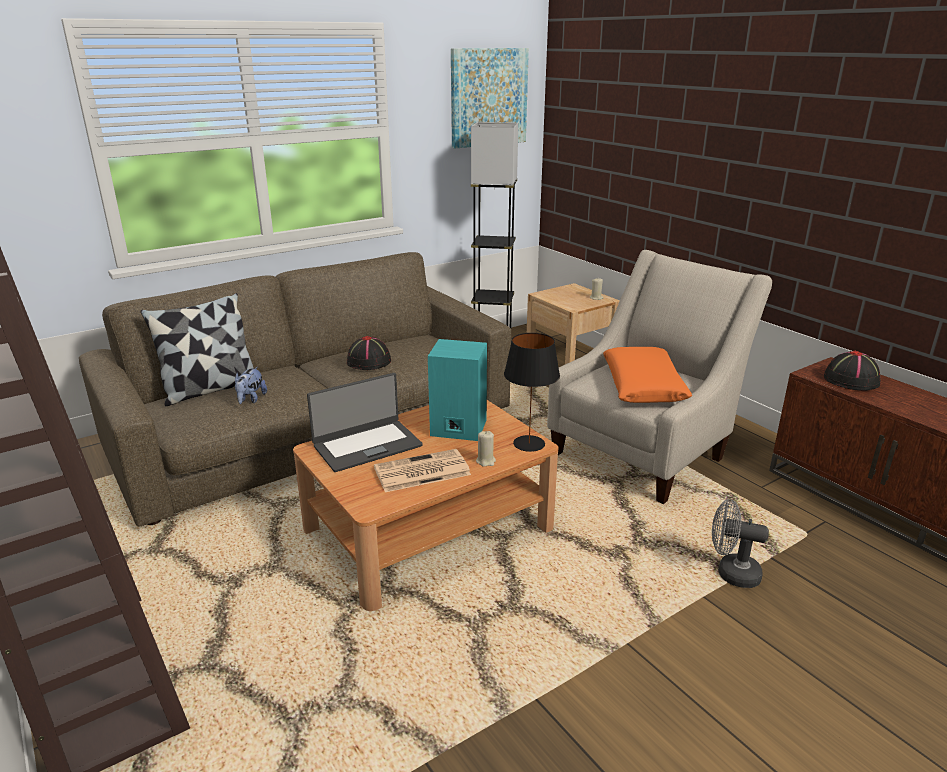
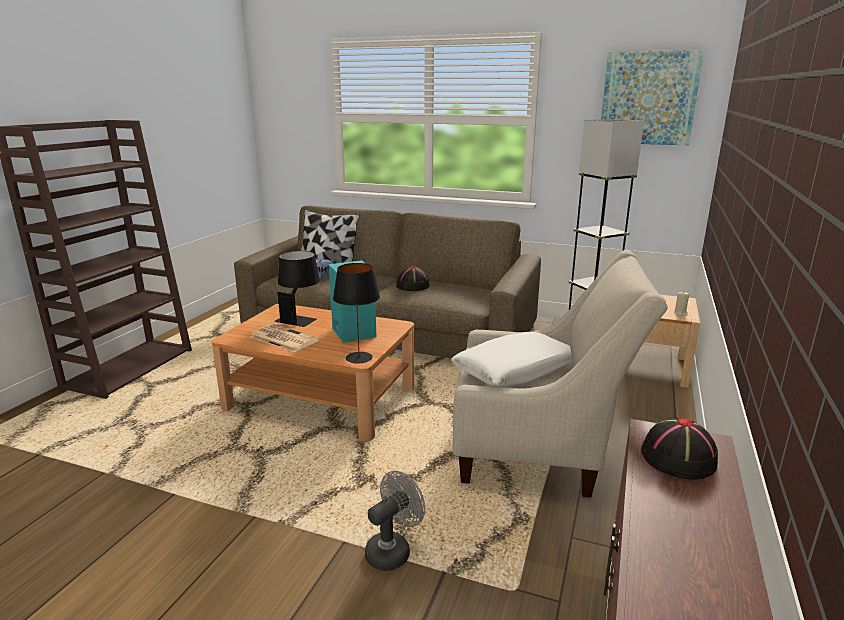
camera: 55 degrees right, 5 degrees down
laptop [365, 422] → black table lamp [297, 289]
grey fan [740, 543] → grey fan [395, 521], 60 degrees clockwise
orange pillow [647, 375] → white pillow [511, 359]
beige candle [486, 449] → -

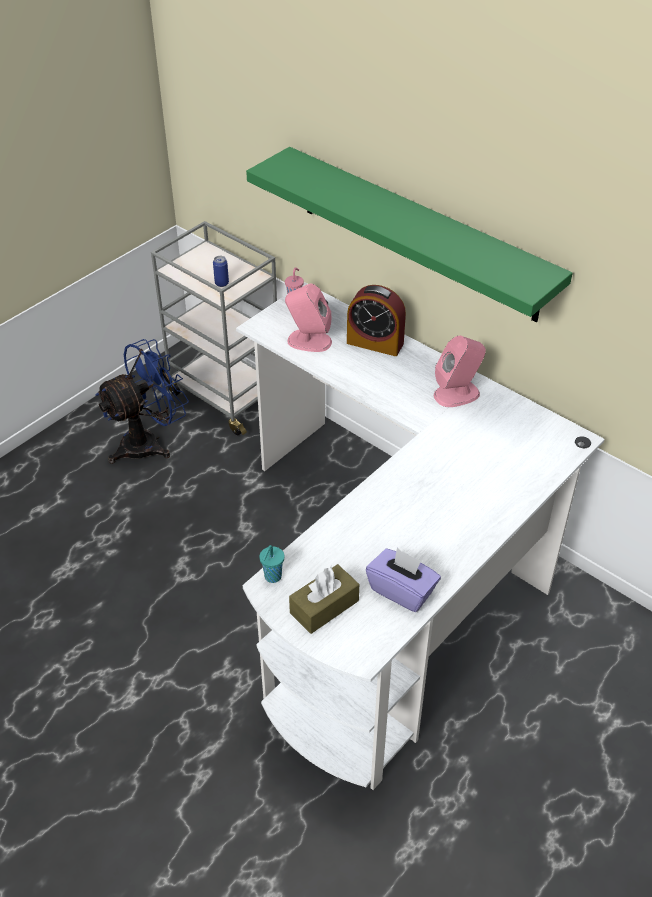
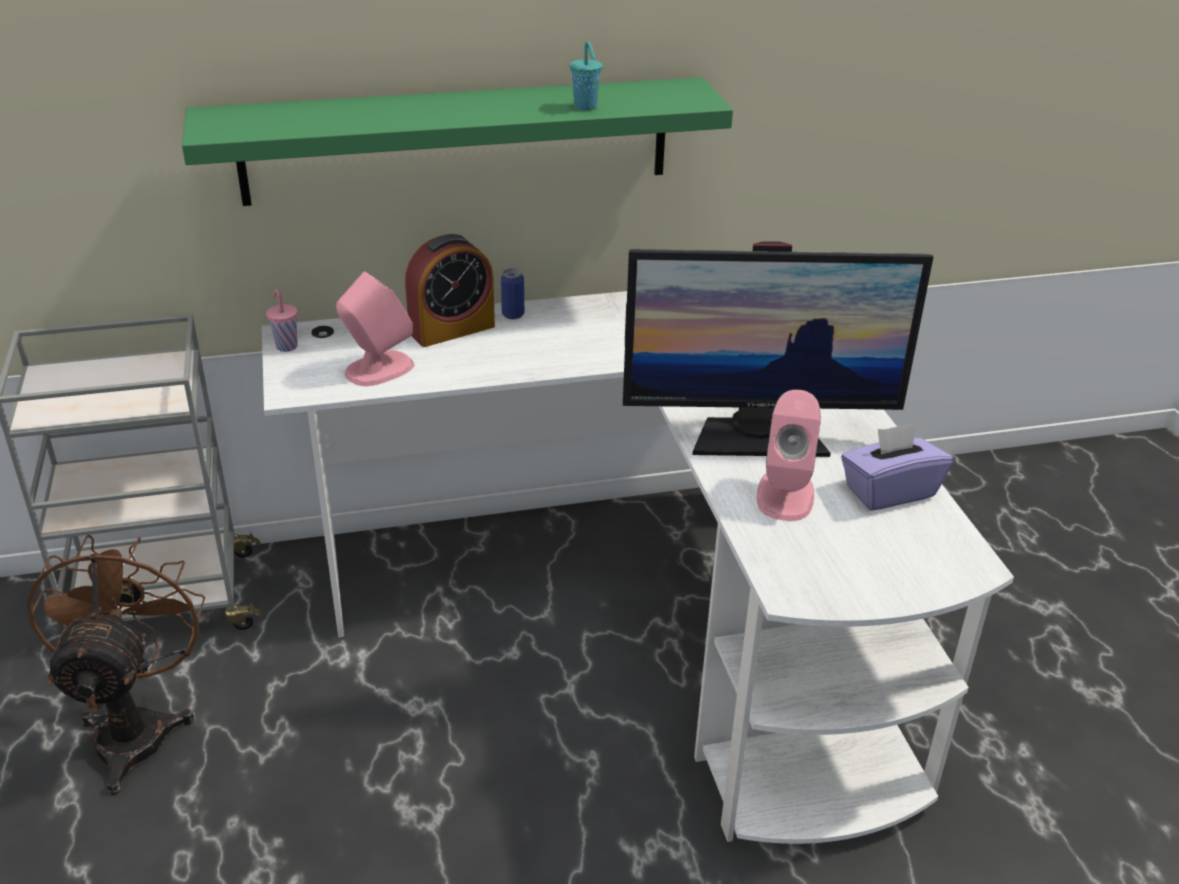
camera: 55 degrees left, 10 degrees down
blue fan [142, 401] → brown fan [116, 665]
can [221, 271] → can [512, 293], moved
turquoise cup [271, 564] → turquoise cup [586, 75], moved
- → monitor [778, 349]
pink speaker [460, 371] → pink speaker [789, 455], moved
brown tissue box [324, 599] → -

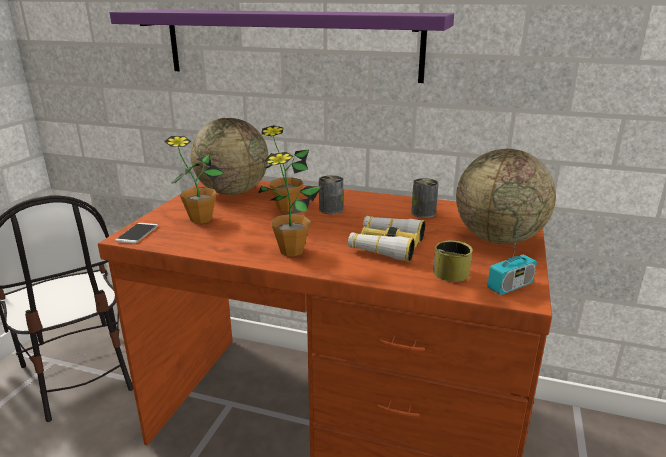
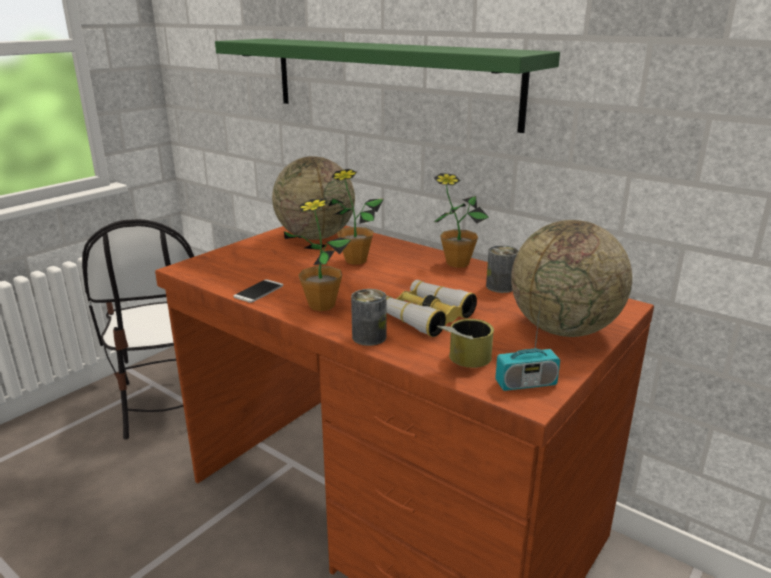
camera: 20 degrees right, 0 degrees up
purple shelf [281, 46] → green shelf [387, 86]
phone [136, 233] → phone [258, 291], moved
can [331, 194] → can [368, 317], moved
potted plant [193, 180] → potted plant [461, 220], moved

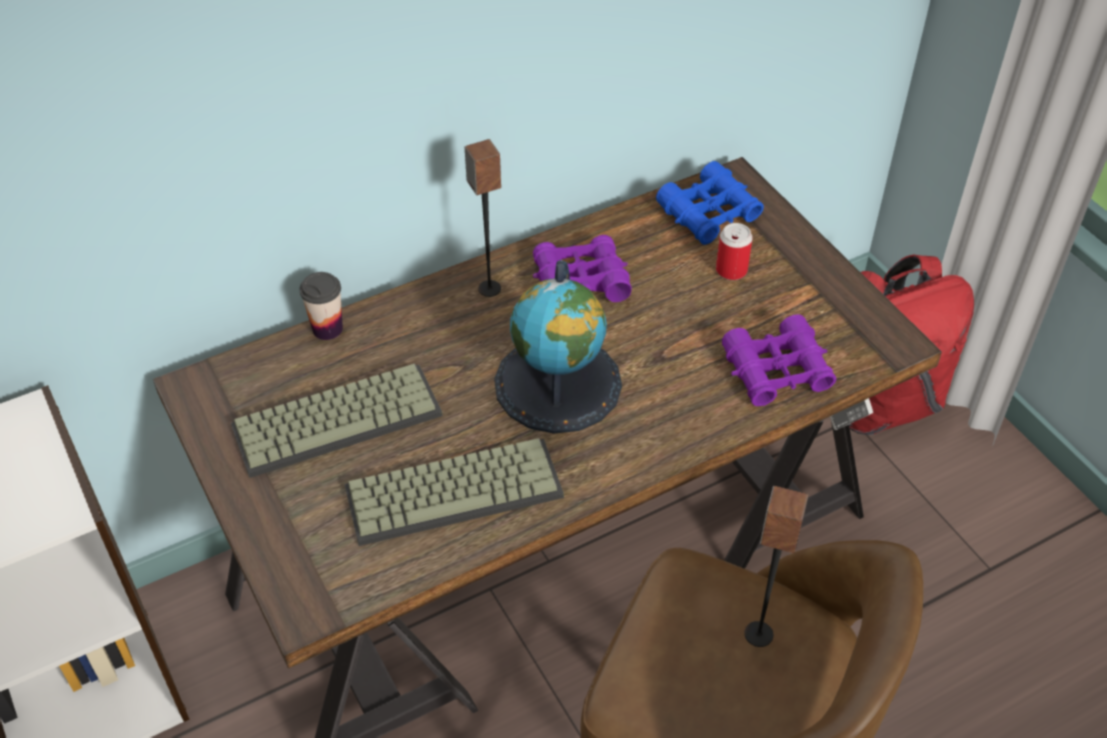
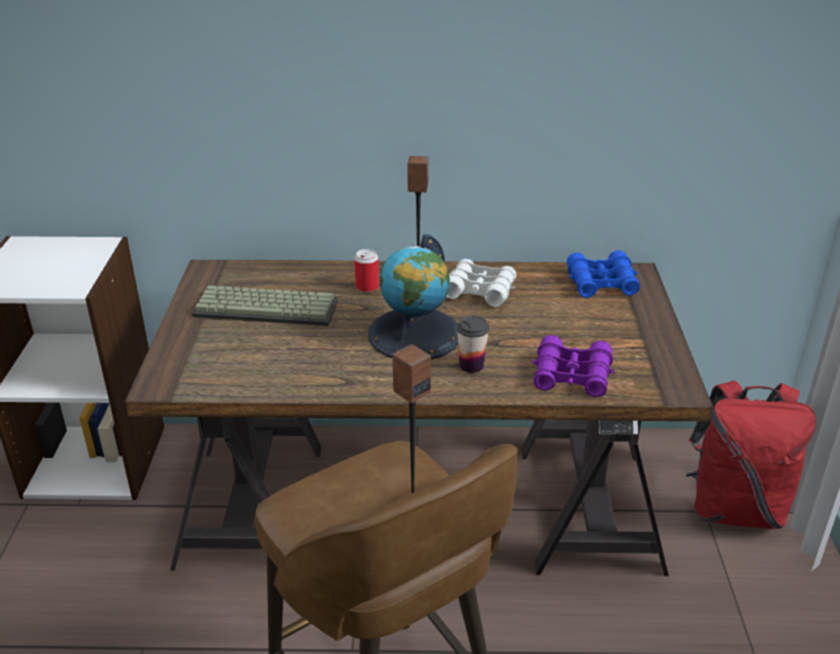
camera: 30 degrees right, 15 degrees down
can [734, 251] → can [366, 270], moved
purple binoculars [582, 268] → white binoculars [481, 283]
cup [321, 306] → cup [473, 344], moved
keyboard [454, 492] → -

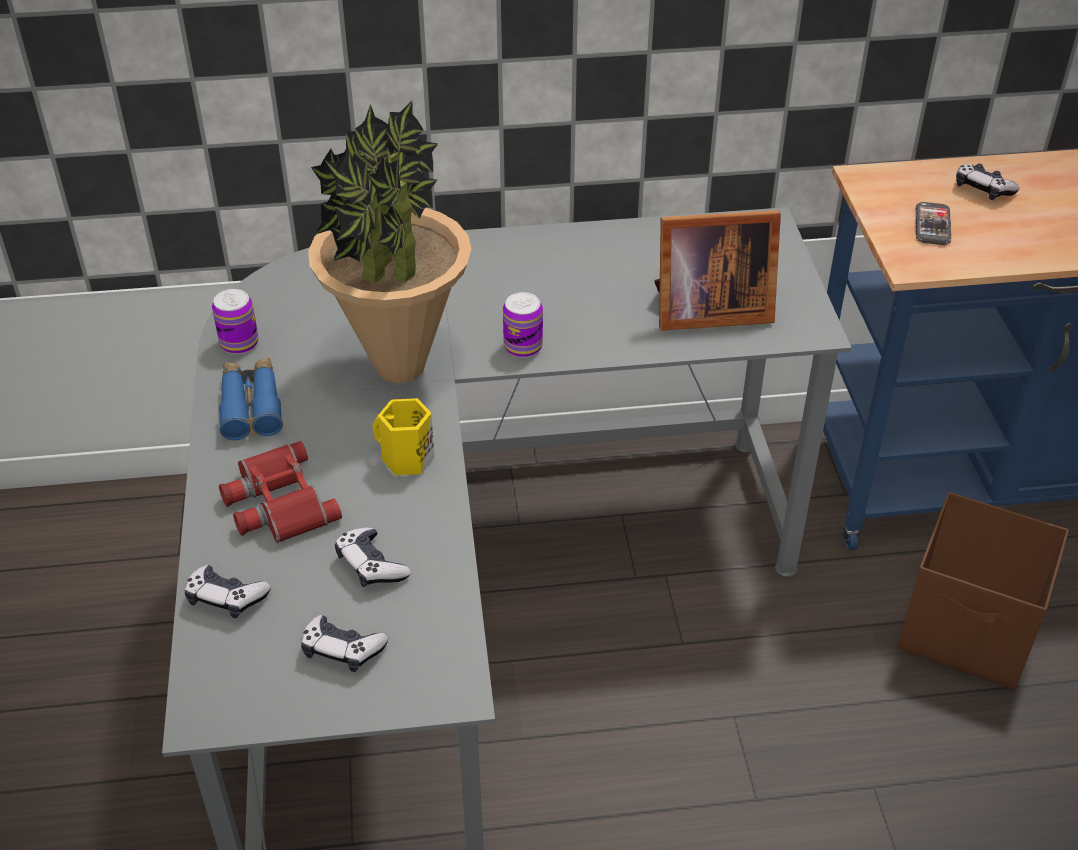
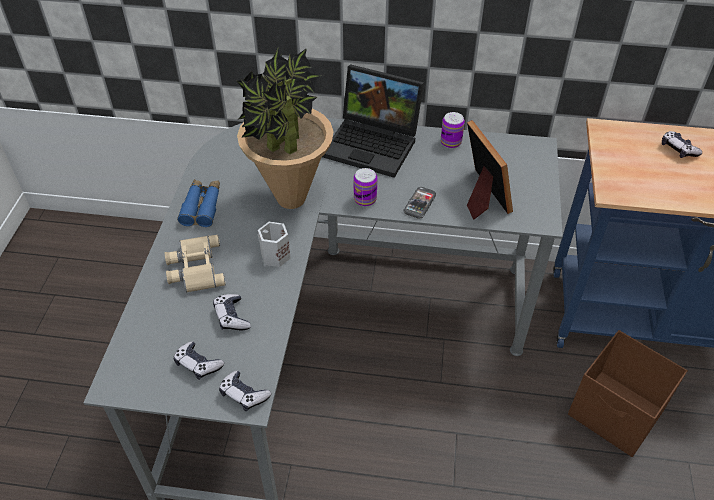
camera: 15 degrees right, 5 degrees up
red binoculars [280, 492] → beige binoculars [195, 264]
game controller [228, 591] → game controller [245, 390], moved
yellow mug [404, 436] → white mug [274, 244]
- → laptop [373, 121]
phone [933, 223] → phone [419, 203], moved
can [235, 321] → can [453, 130], moved
picture frame [717, 270] → picture frame [490, 169], 120 degrees counterclockwise

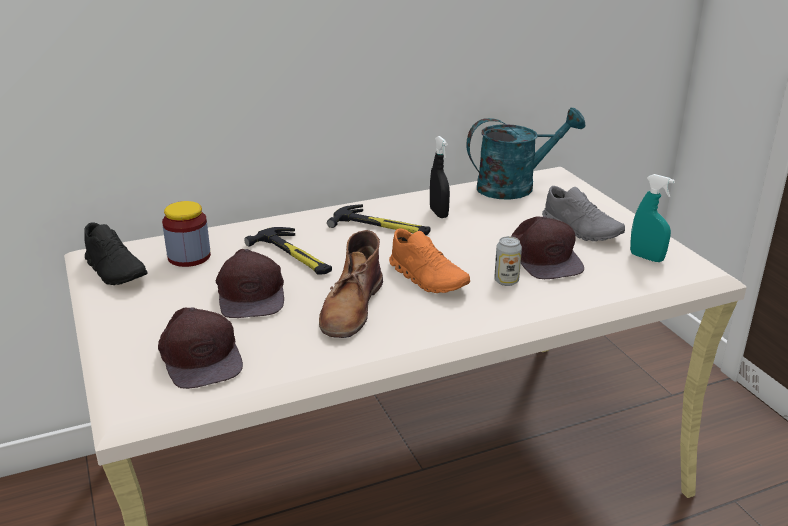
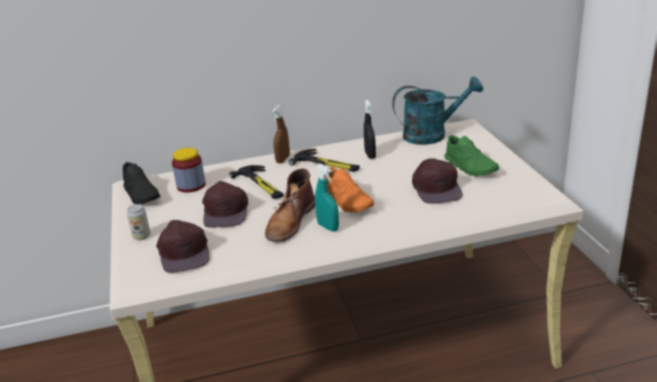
camera: 10 degrees right, 0 degrees up
can [508, 261] → can [139, 222], moved
- → brown spray bottle [281, 134]
turquoise spray bottle [652, 218] → turquoise spray bottle [327, 197], moved
grey shoe [583, 213] → green shoe [471, 155]

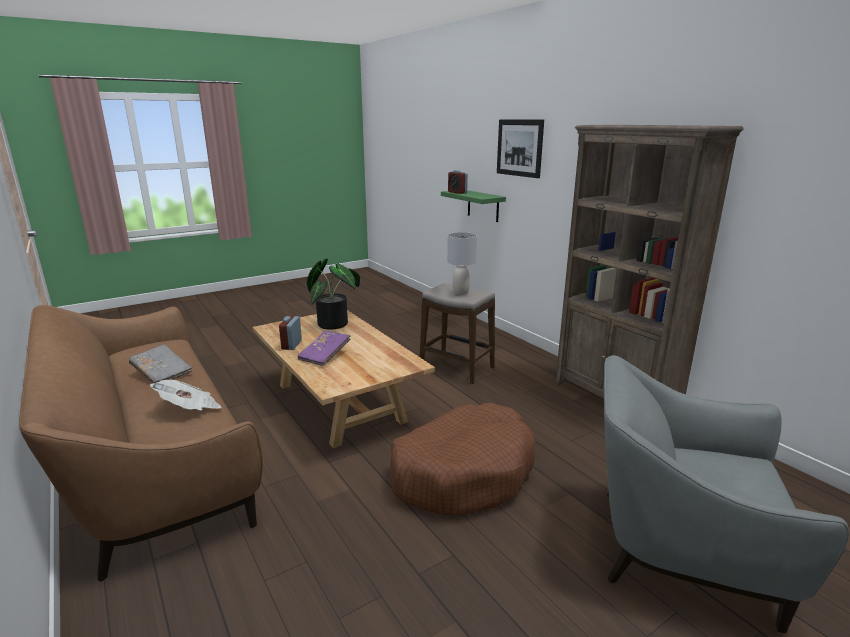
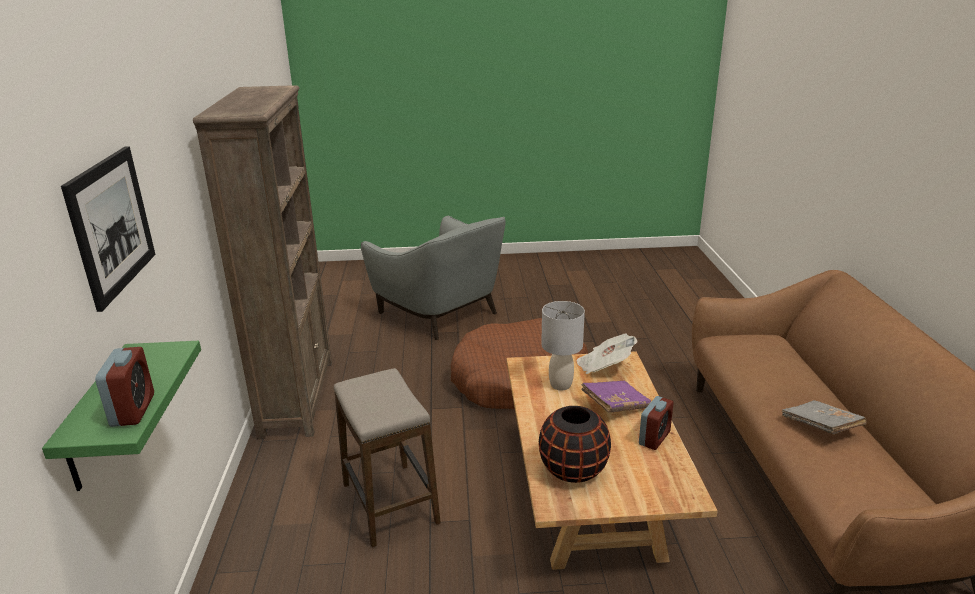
camera: 150 degrees left, 5 degrees up
potted plant [333, 294] → black vase [575, 444]
grey table lamp [462, 263] → grey table lamp [563, 345], moved
newspaper [186, 395] → newspaper [606, 354], moved

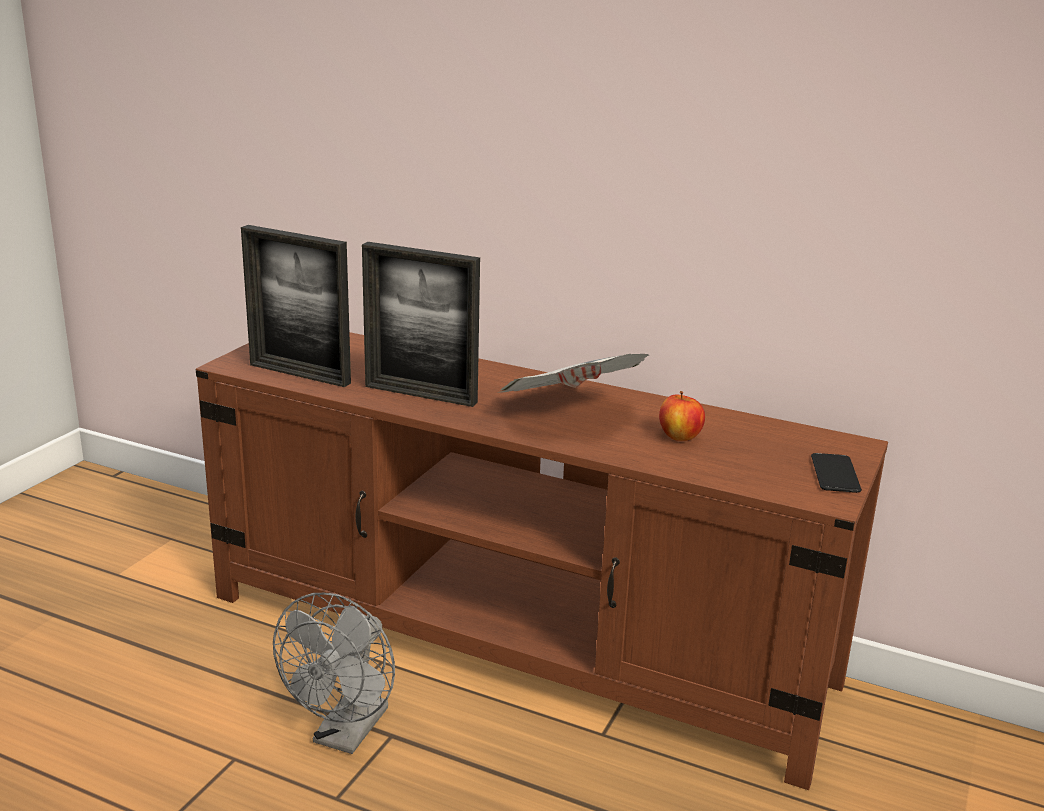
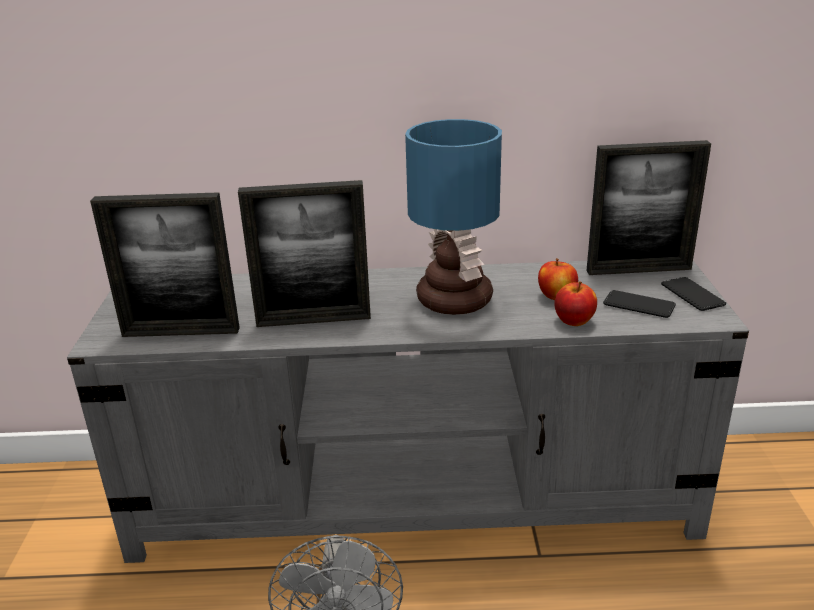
camera: 25 degrees left, 5 degrees up
brown tv stand [542, 561] → grey tv stand [408, 412]
newspaper [575, 373] → table lamp [453, 217]
- → apple [575, 303]
- → picture frame [649, 207]
- → phone [639, 304]

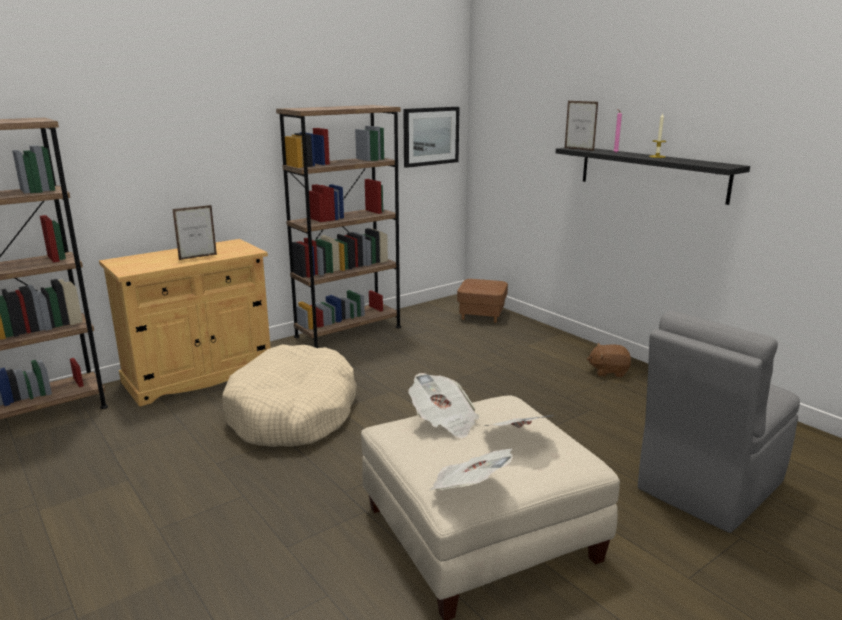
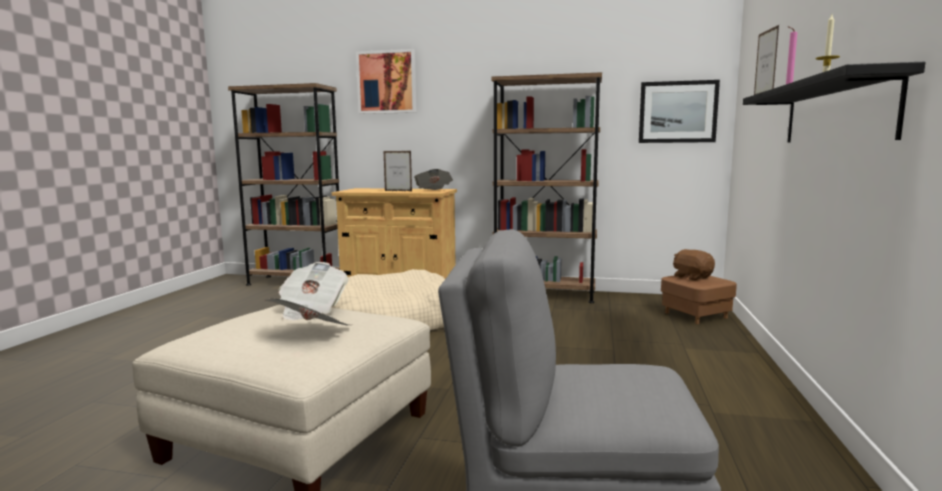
camera: 50 degrees right, 10 degrees down
- → picture [386, 81]
newspaper [471, 470] → newspaper [433, 179], moved
brown plush toy [609, 360] → brown plush toy [694, 265], moved

